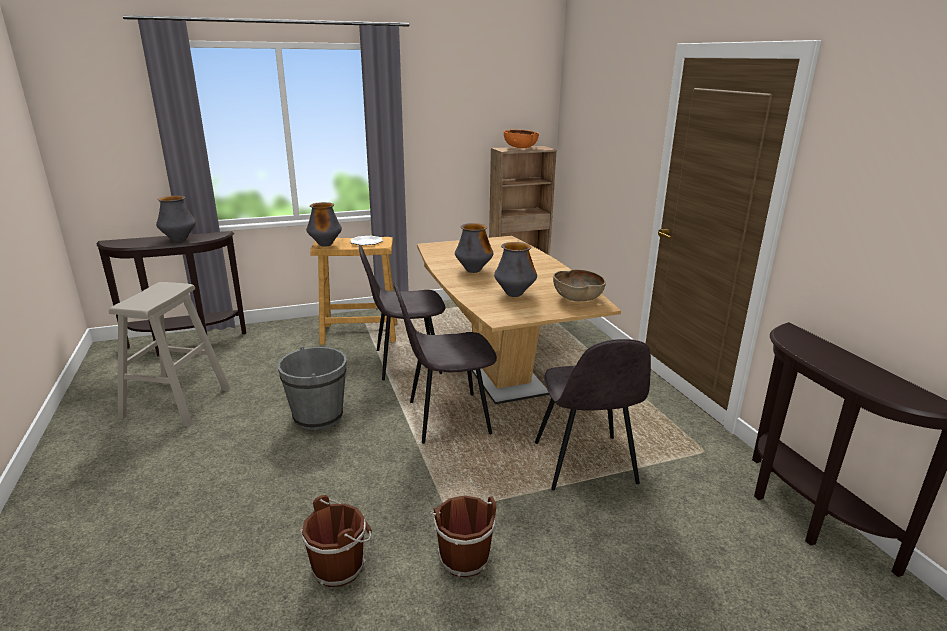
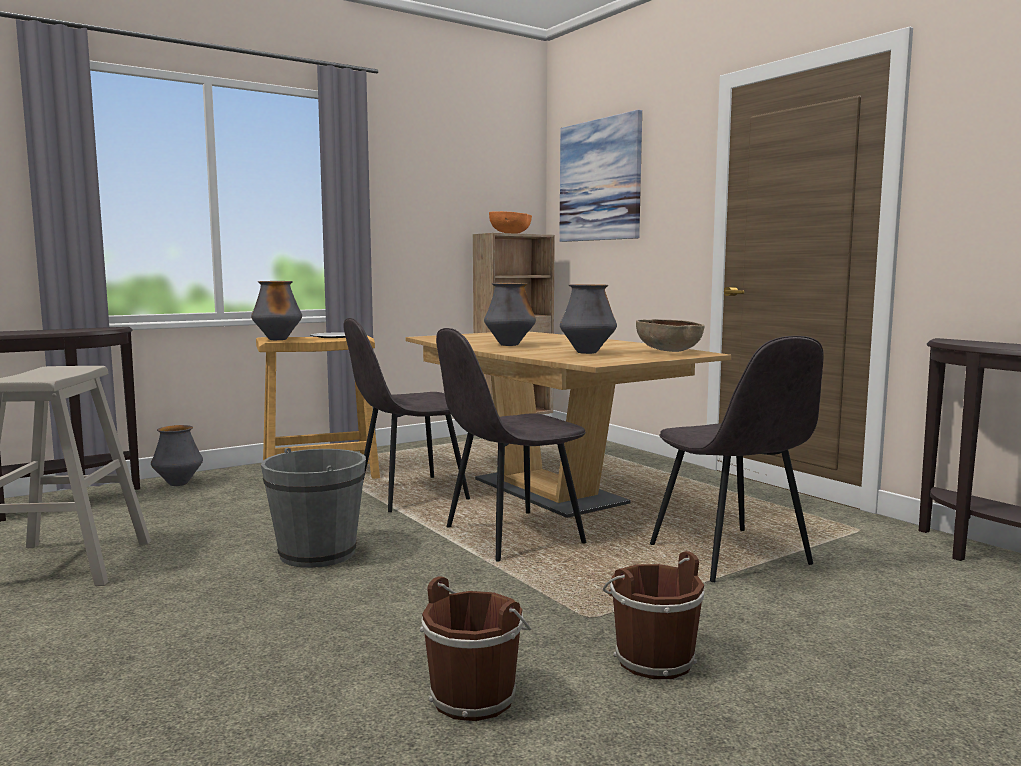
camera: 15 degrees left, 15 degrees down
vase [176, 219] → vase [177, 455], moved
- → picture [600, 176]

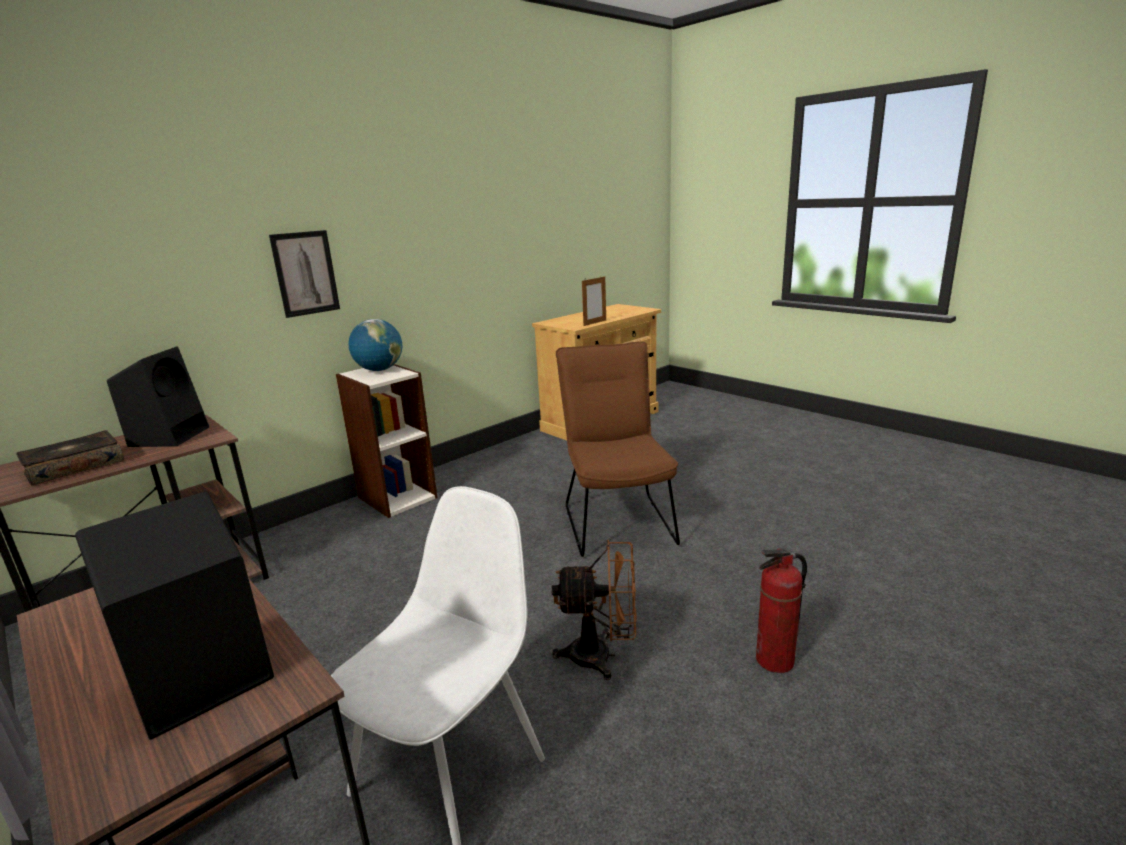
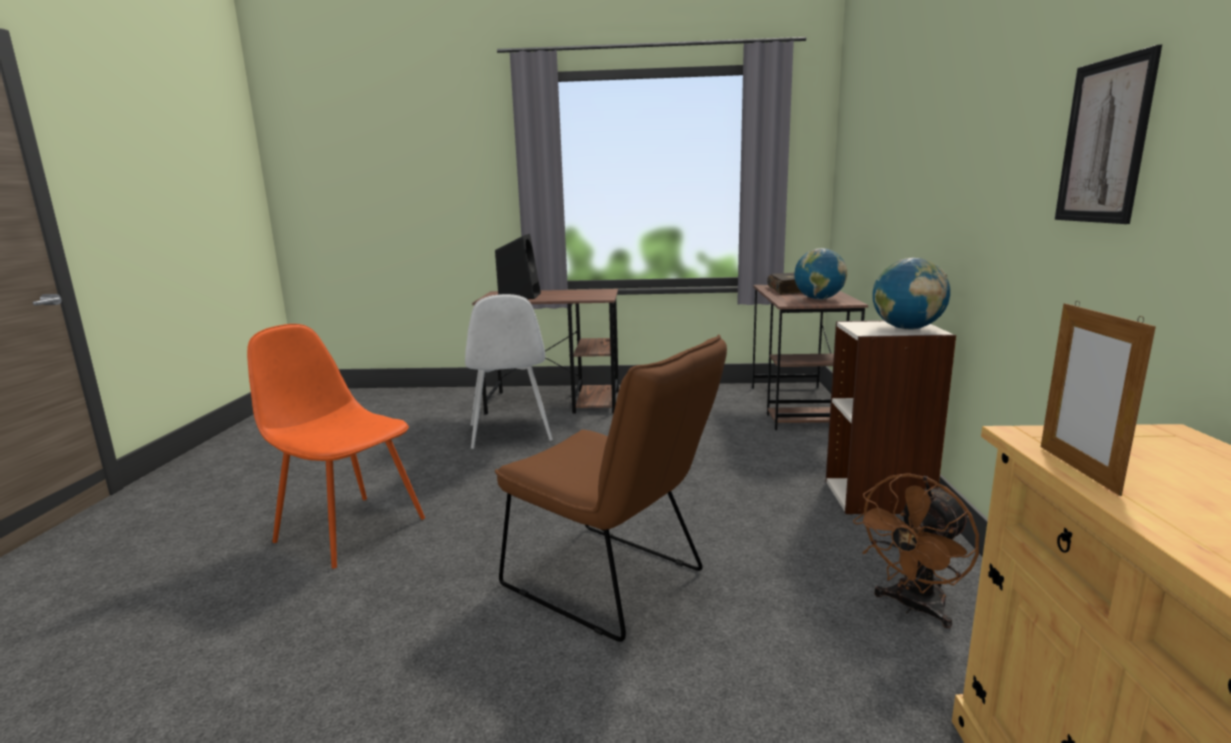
camera: 135 degrees right, 5 degrees down
fire extinguisher [781, 611] → orange chair [336, 446]
black speaker [158, 396] → globe [820, 273]
brown fan [594, 610] → brown fan [916, 550], moved
picture [304, 274] → picture [1108, 134], moved

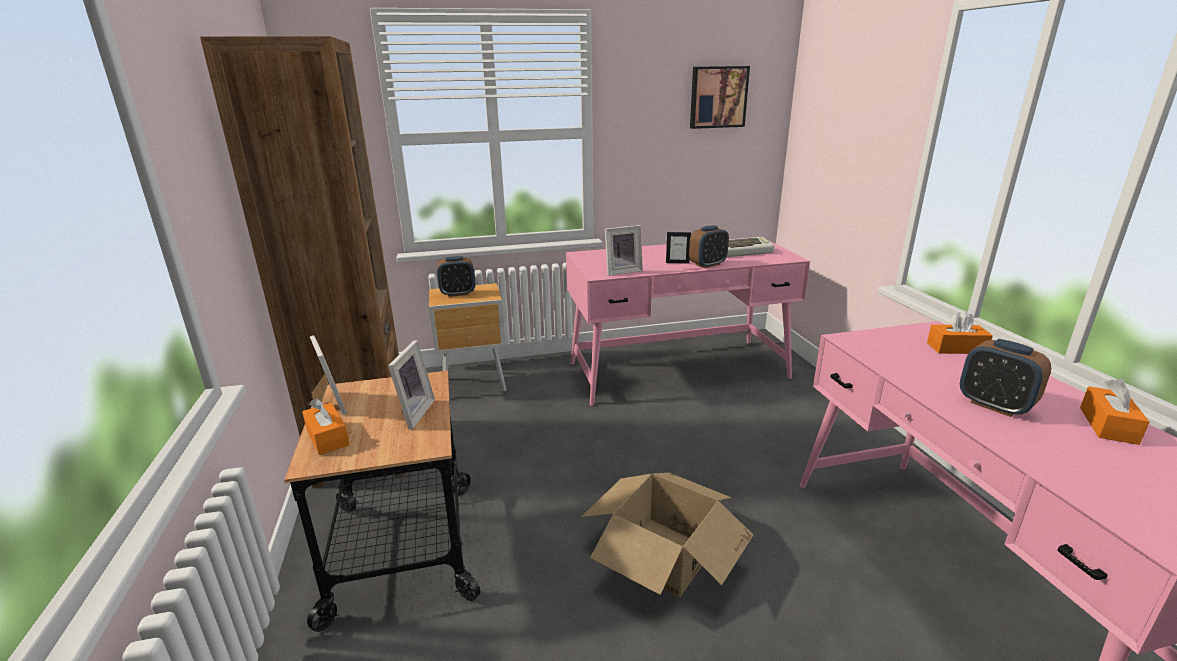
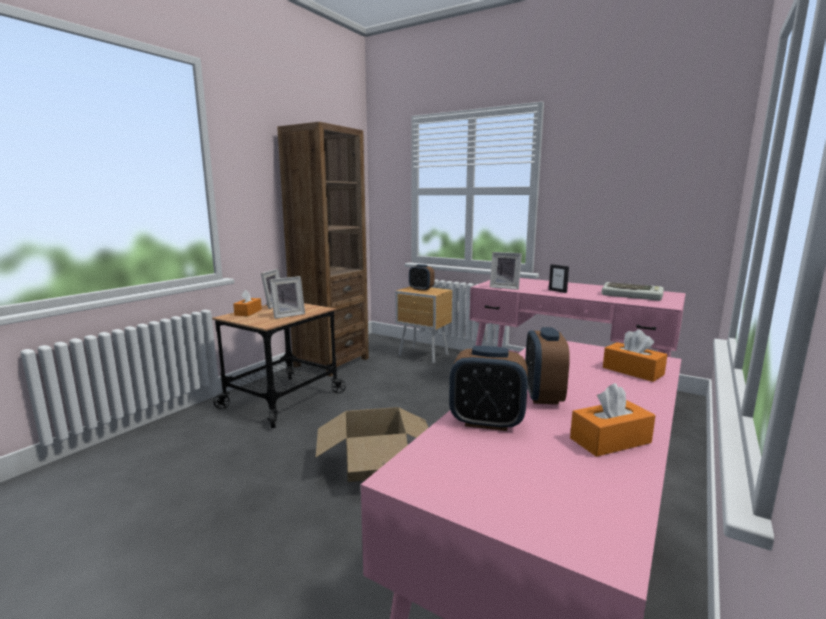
camera: 45 degrees right, 10 degrees down
alarm clock [709, 246] → alarm clock [488, 388], moved
picture [720, 97] → -

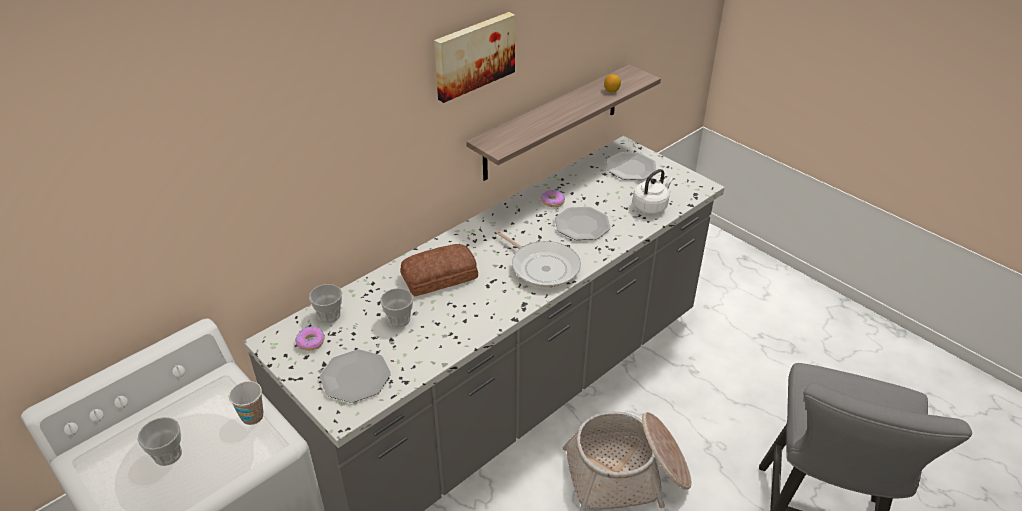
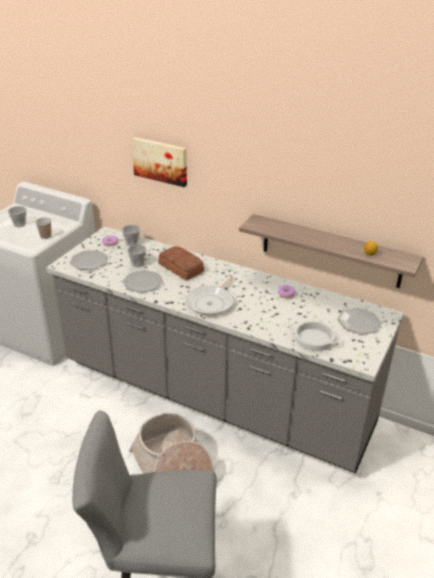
camera: 70 degrees right, 5 degrees down
plate [583, 223] → plate [143, 281], moved
picture [474, 57] → picture [159, 162], moved
white kettle [653, 191] → cooking pot [314, 336]

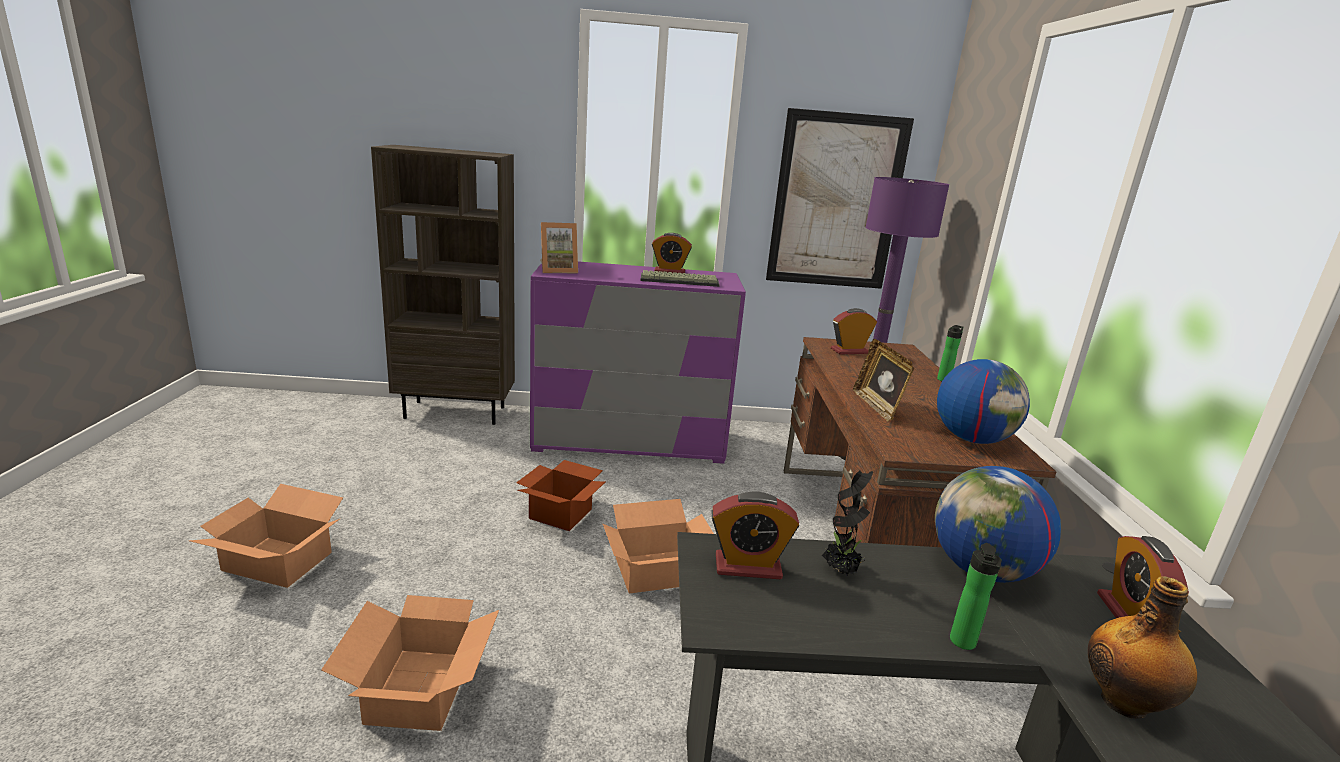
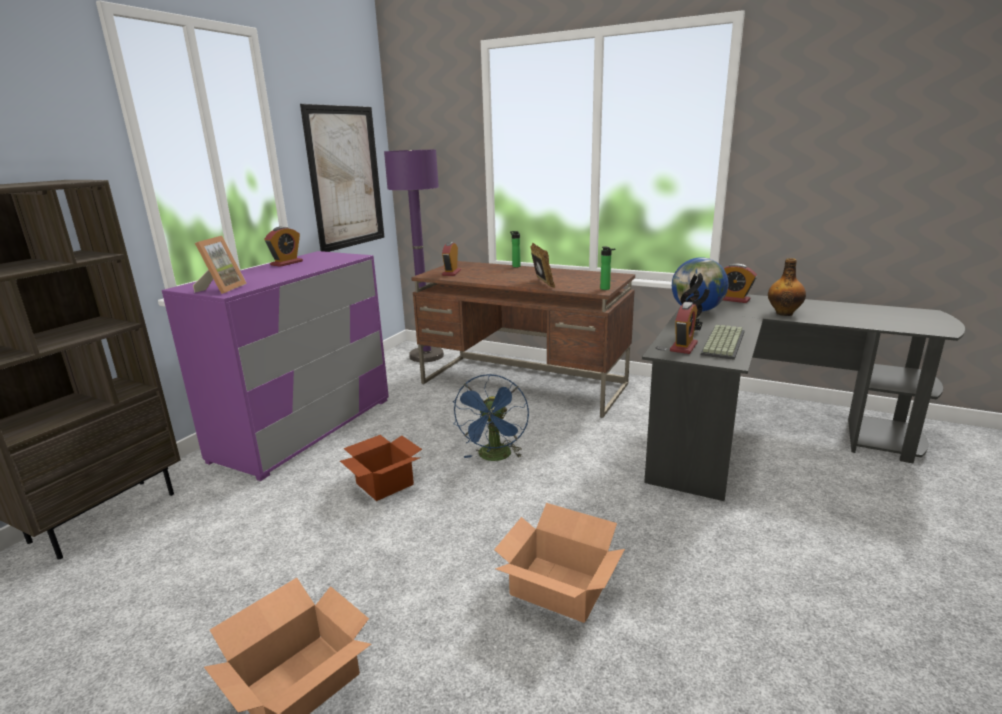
camera: 60 degrees left, 0 degrees up
cardboard box [658, 546] → blue fan [491, 417]
picture frame [883, 380] → picture frame [542, 265], 120 degrees counterclockwise
bottle [976, 596] → bottle [607, 268], moved
keyboard [680, 278] → keyboard [723, 342], moved
globe [983, 401] → -

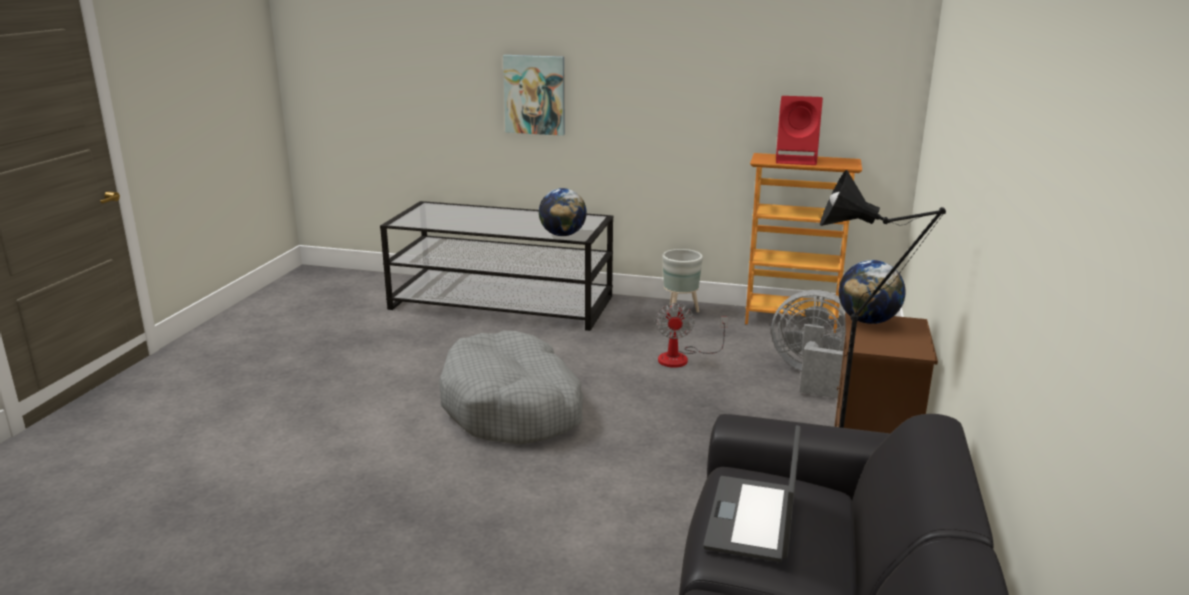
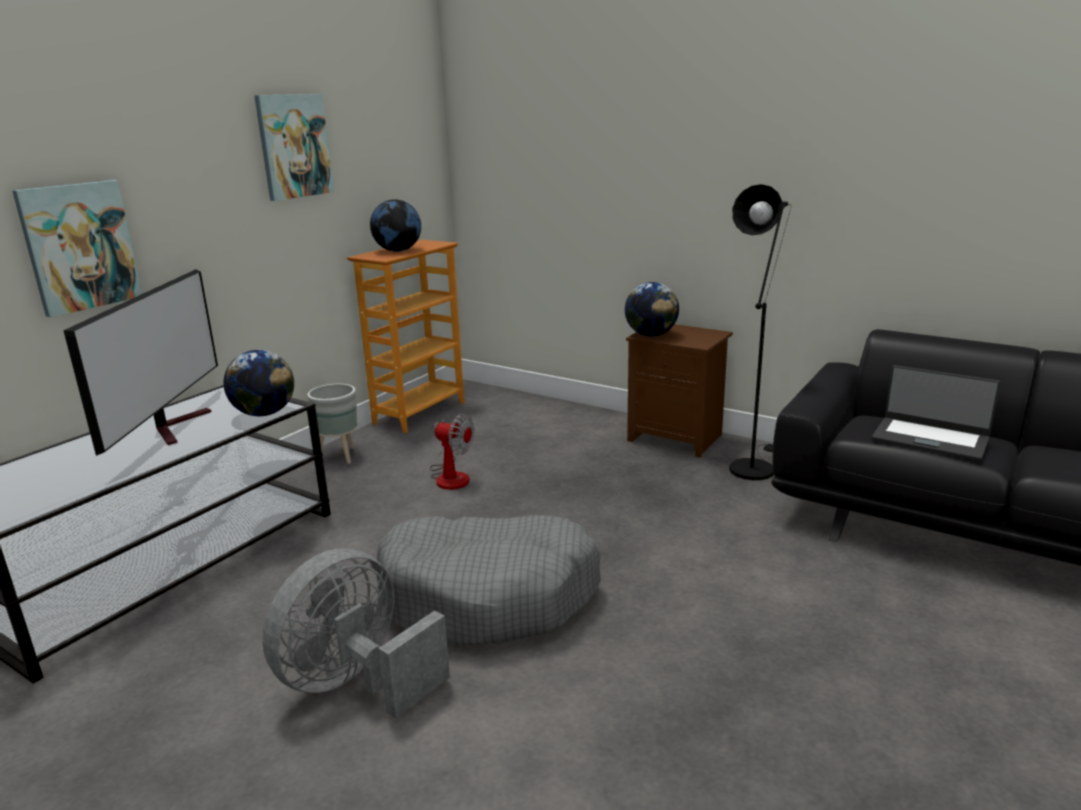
camera: 70 degrees left, 0 degrees up
- → television [140, 362]
- → picture [294, 147]
grey fan [808, 344] → grey fan [356, 633], moved
red speaker [799, 130] → globe [395, 225]

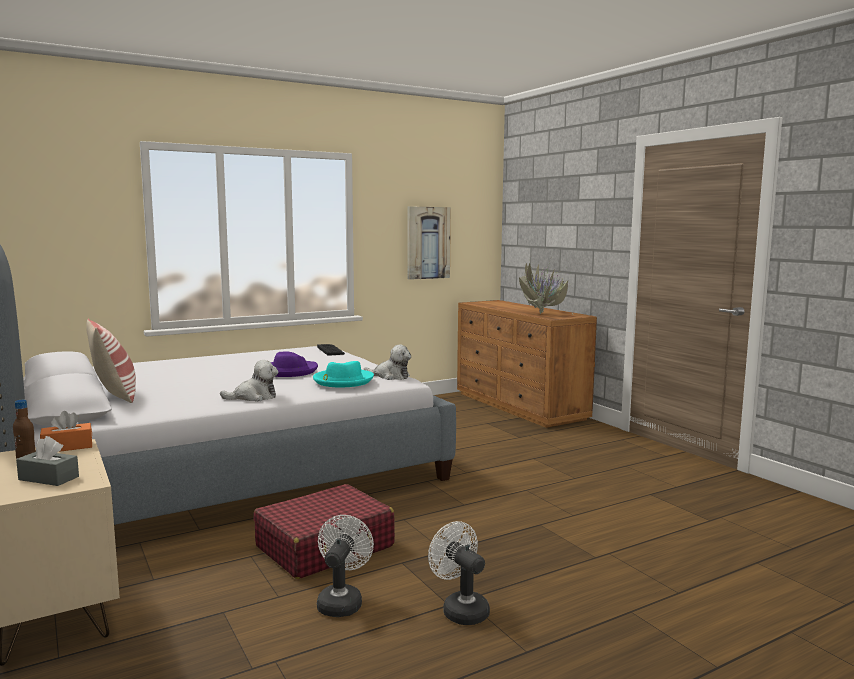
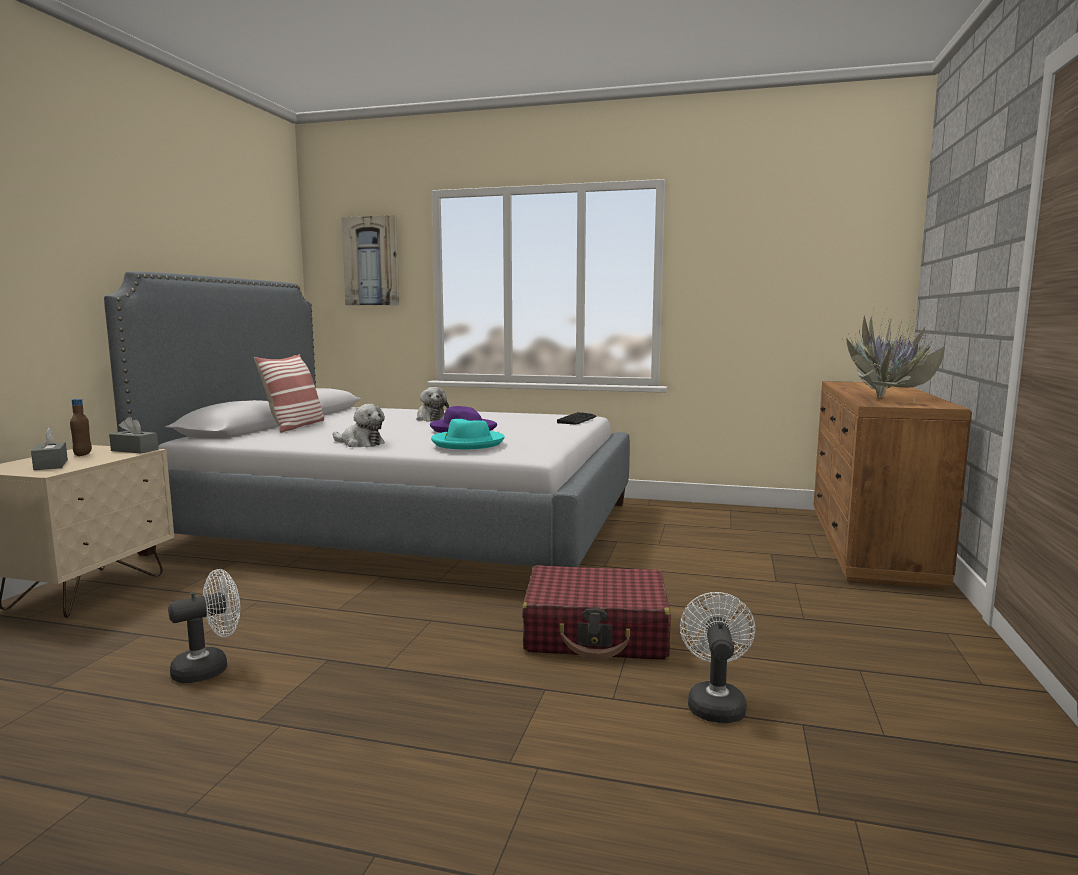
camera: 45 degrees right, 0 degrees up
orange tissue box [66, 431] → grey tissue box [134, 435]
picture [429, 243] → picture [370, 260], moved
plush toy [387, 362] → plush toy [433, 404], moved
red suitcase [324, 531] → red suitcase [596, 612], moved
white fan [459, 573] → white fan [717, 657], moved

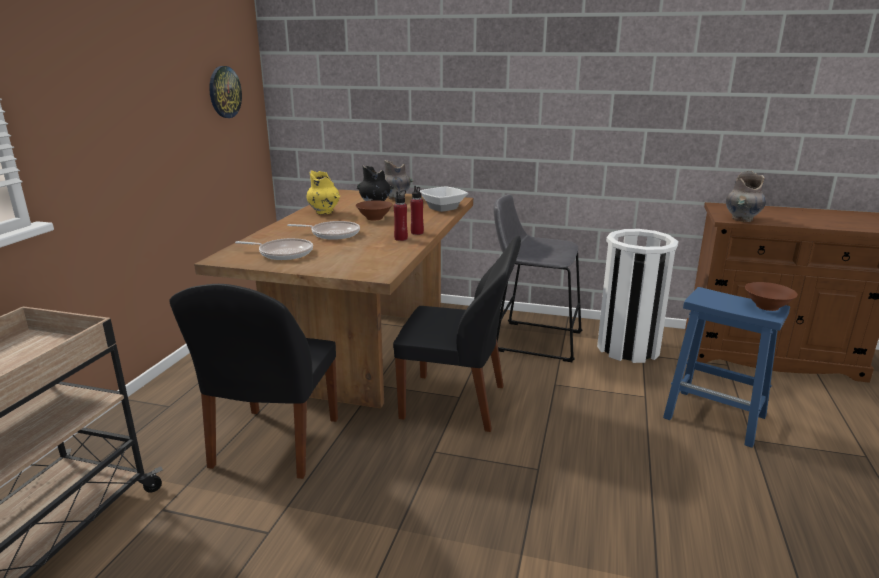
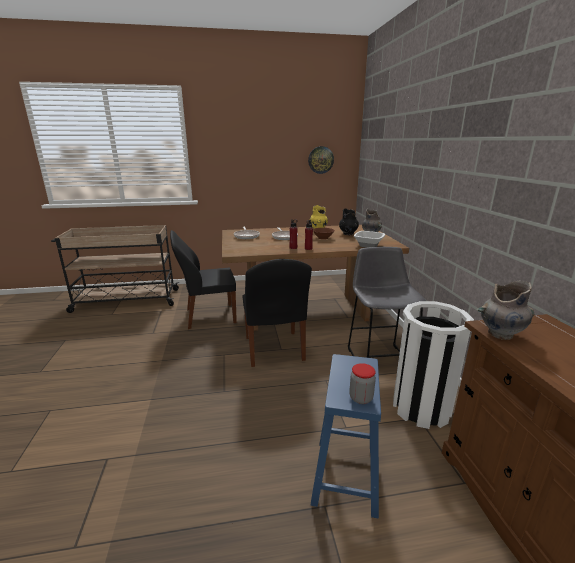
camera: 65 degrees right, 0 degrees up
brown bowl [771, 296] → jar [362, 383]

